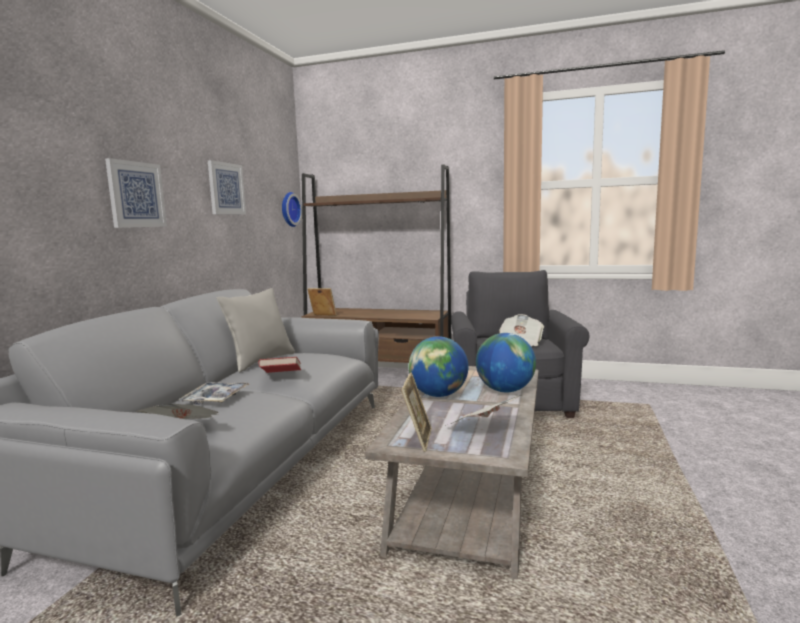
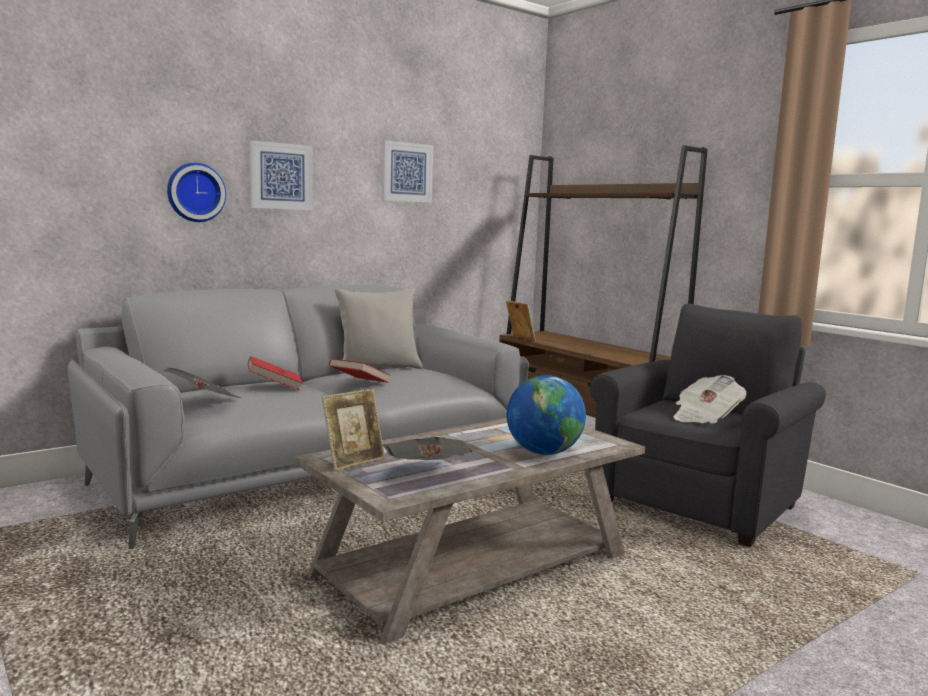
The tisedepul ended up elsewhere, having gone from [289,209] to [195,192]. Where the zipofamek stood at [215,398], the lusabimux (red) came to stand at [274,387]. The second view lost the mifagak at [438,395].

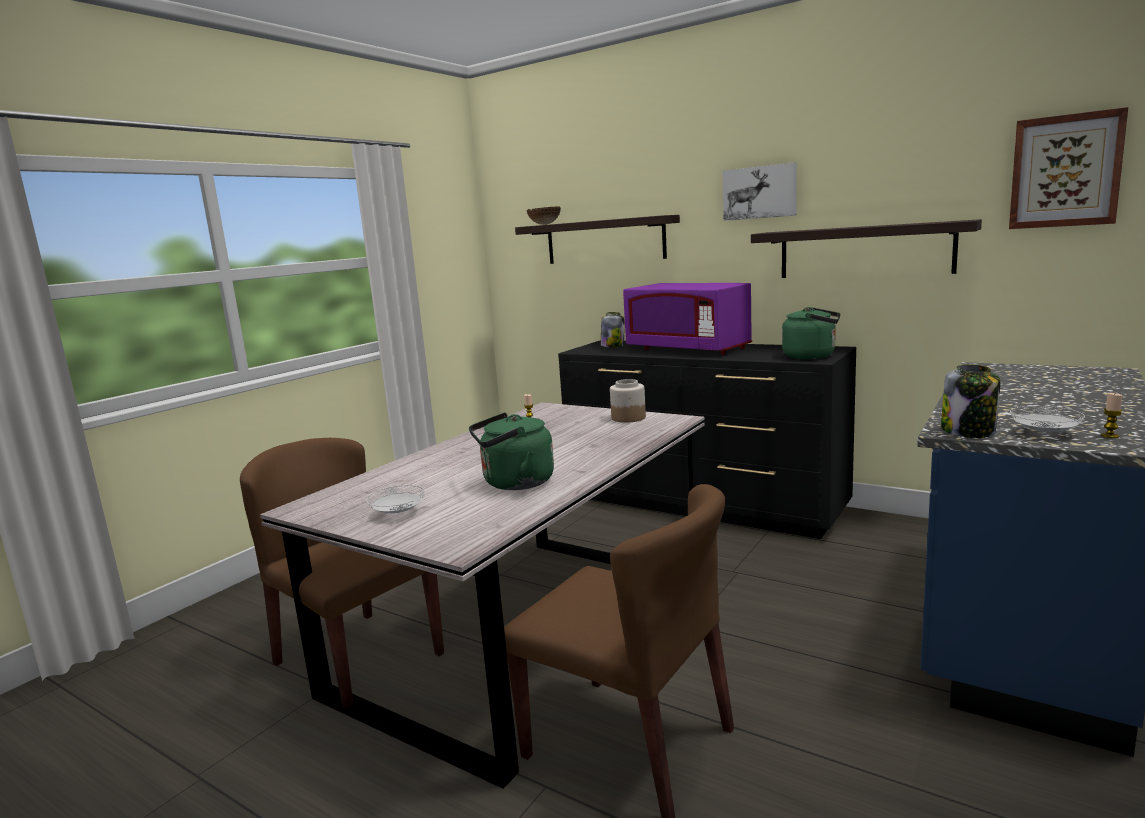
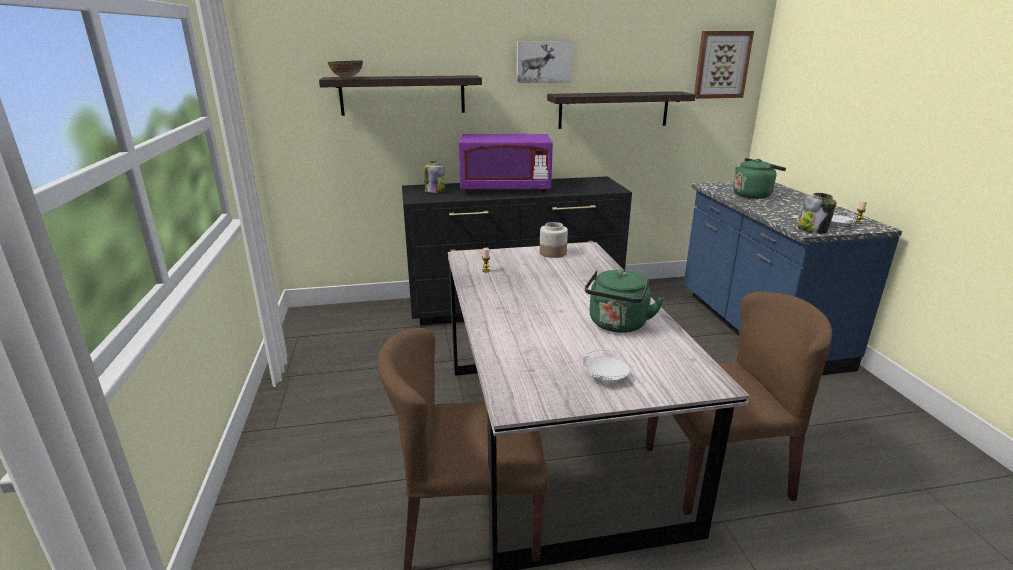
The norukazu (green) ended up elsewhere, having gone from [812,356] to [753,195].

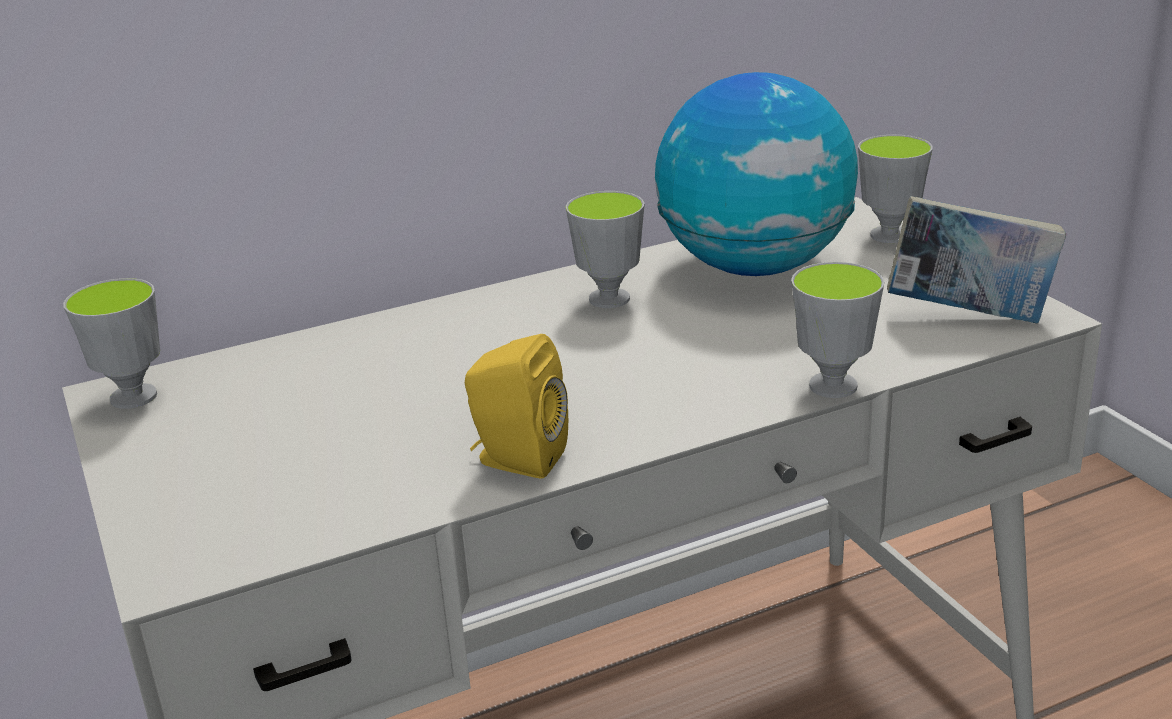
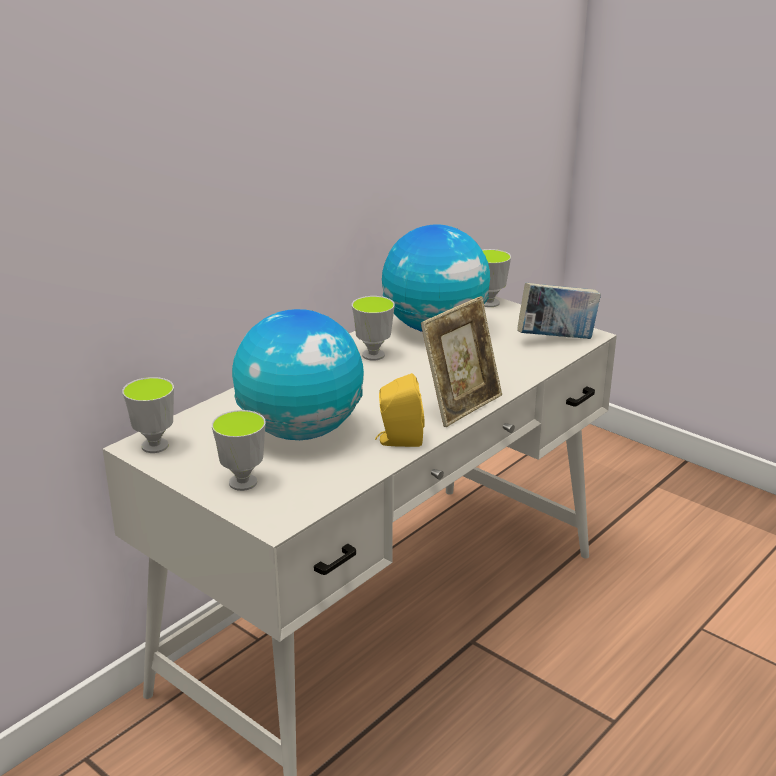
The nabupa ended up elsewhere, having gone from [833,386] to [243,482]. The second view gained the mifagak at [301,431]. The second view gained the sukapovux at [461,405].

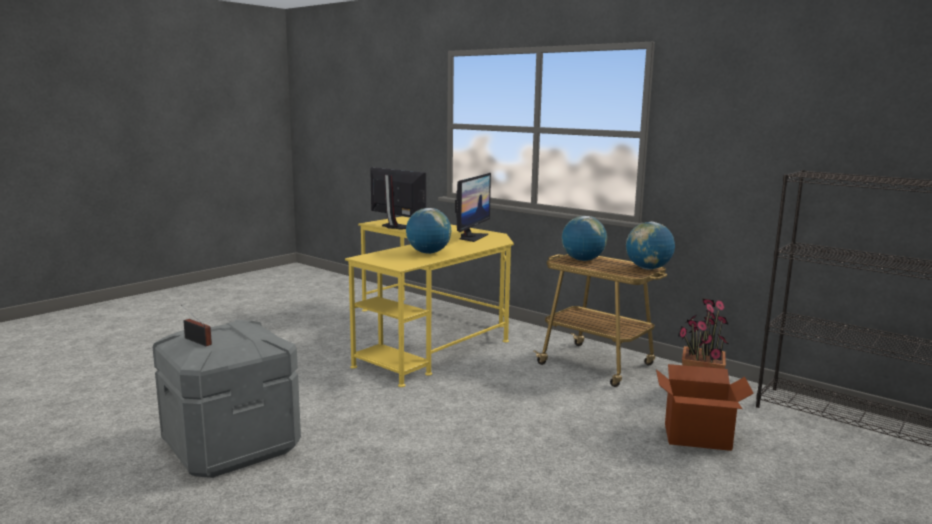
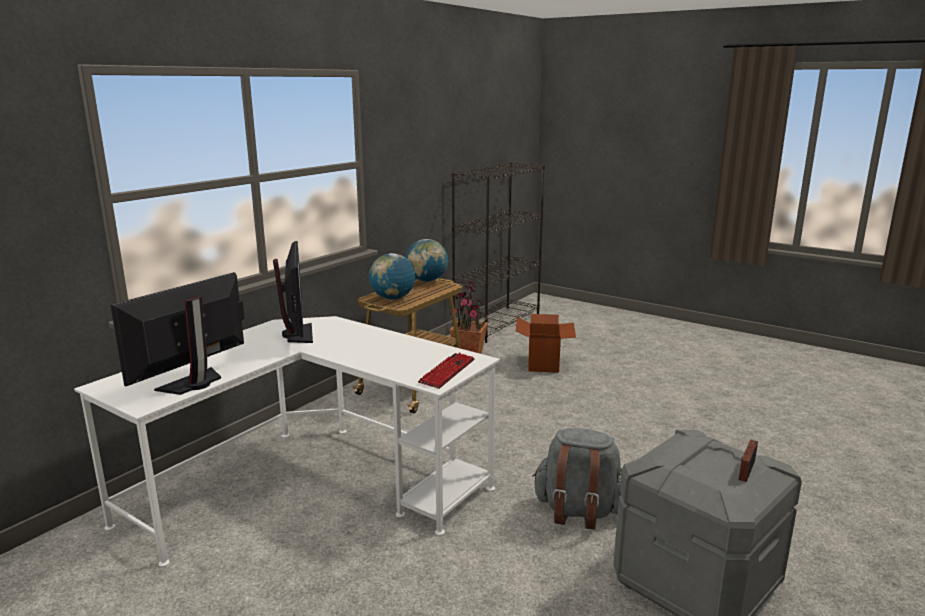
What was the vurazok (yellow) at [431,334] turned into the vurazok (white) at [310,483]. The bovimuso at [471,237] ended up facing another way, 60 degrees clockwise from before. The second view gained the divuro at [447,371]. The second view gained the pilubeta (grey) at [579,511]. The second view lost the mifagak at [428,253].

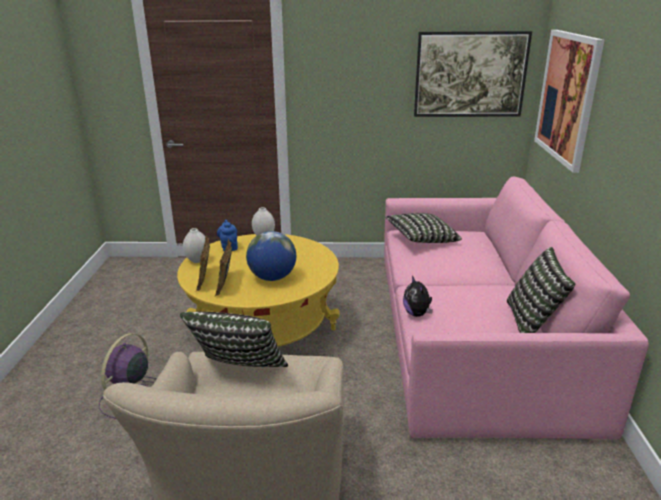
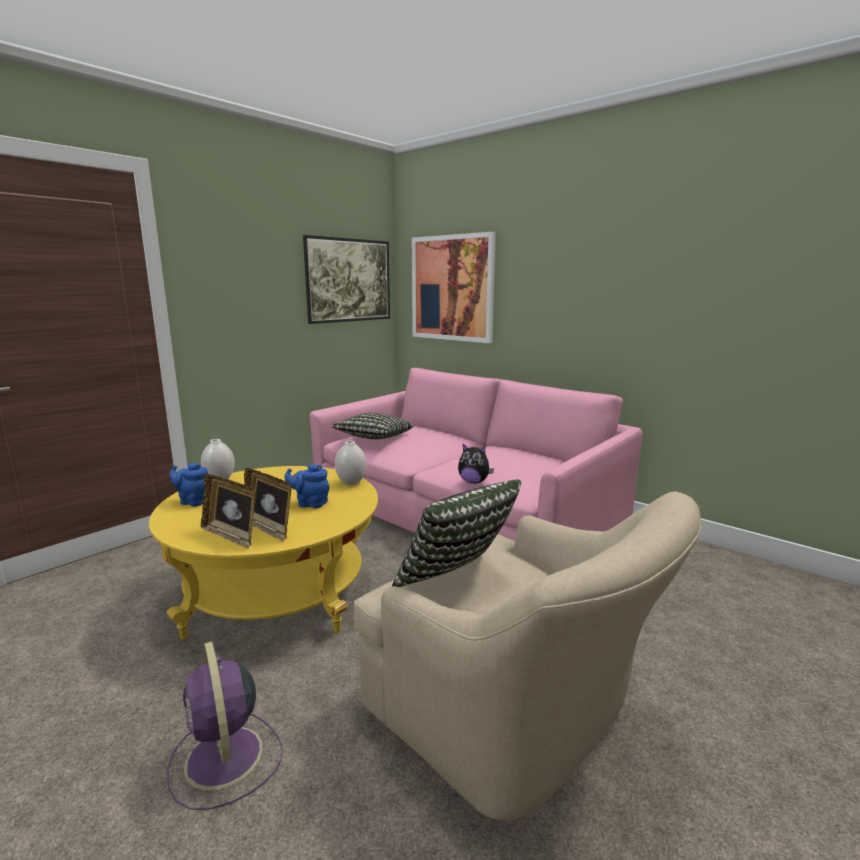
Where the mifagak stood at [272,277], the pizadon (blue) came to stand at [310,503]. The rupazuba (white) ended up elsewhere, having gone from [197,260] to [351,483]. The second view lost the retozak at [533,322].

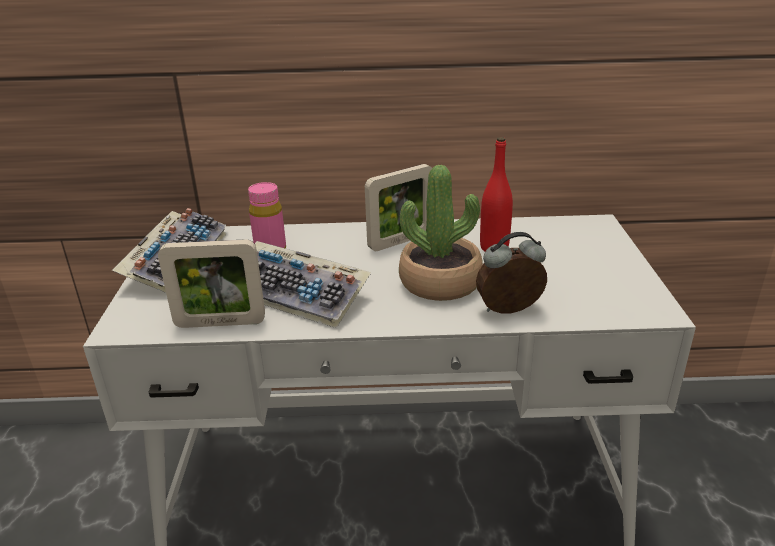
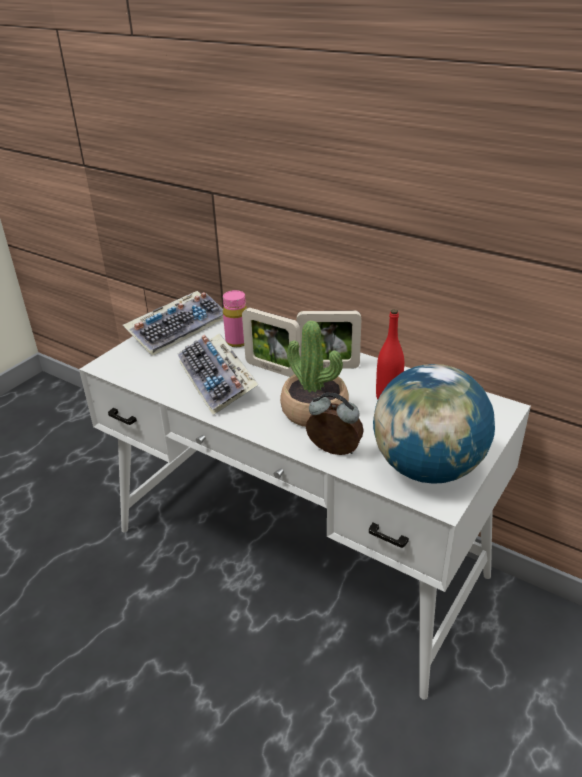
The sukapovux ended up elsewhere, having gone from [220,323] to [272,369]. The second view gained the mifagak at [427,468].

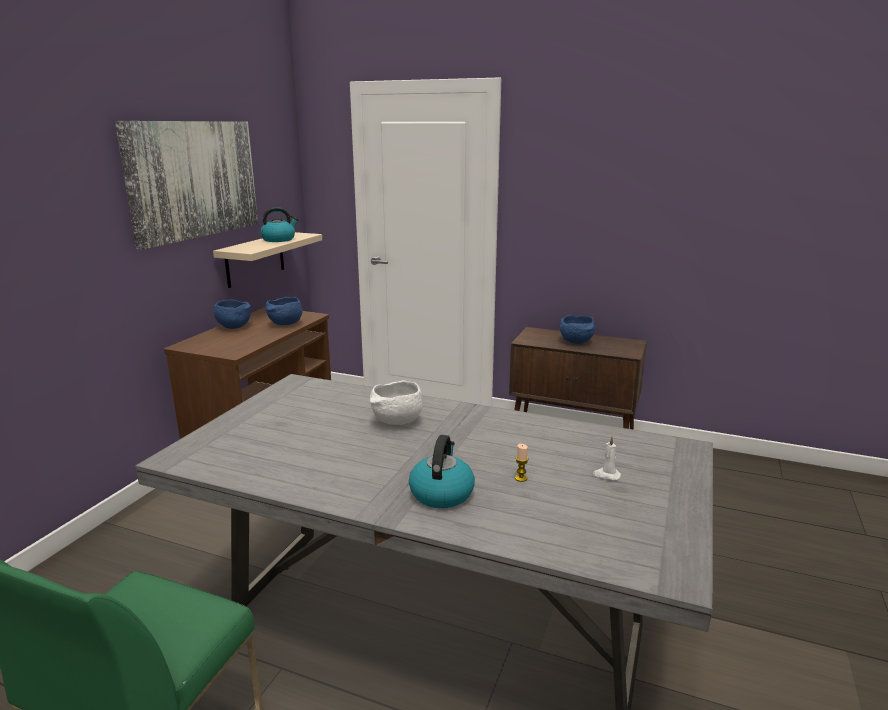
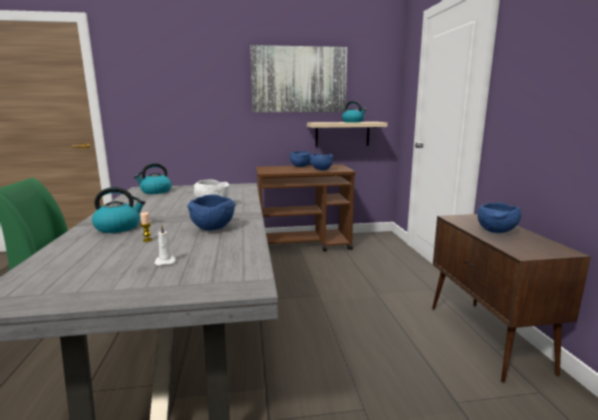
The second view gained the norukazu at [155,191]. The second view gained the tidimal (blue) at [213,228].

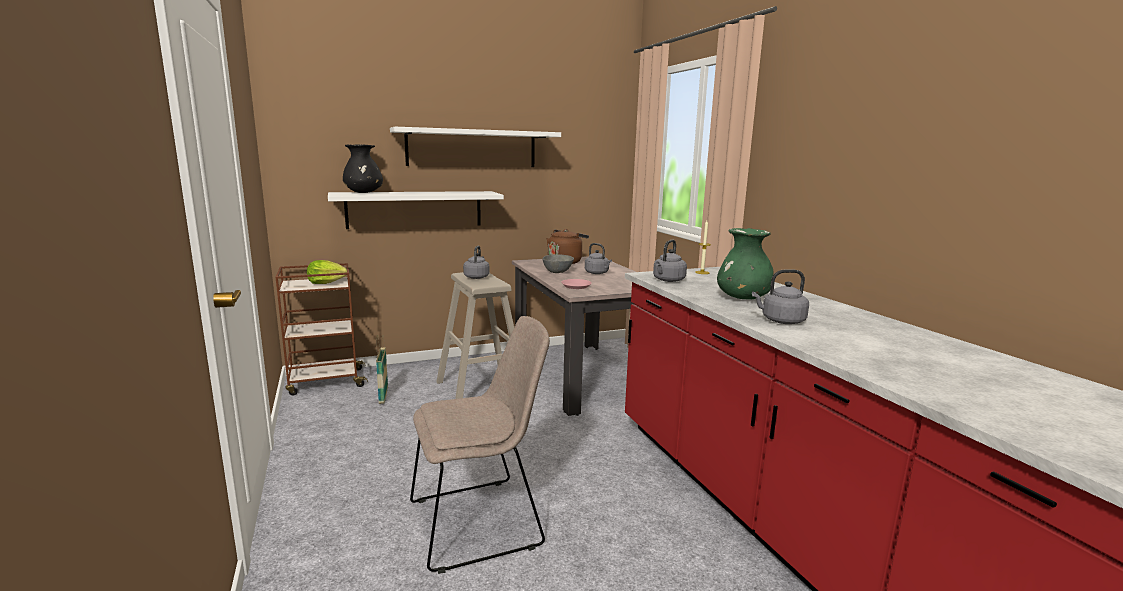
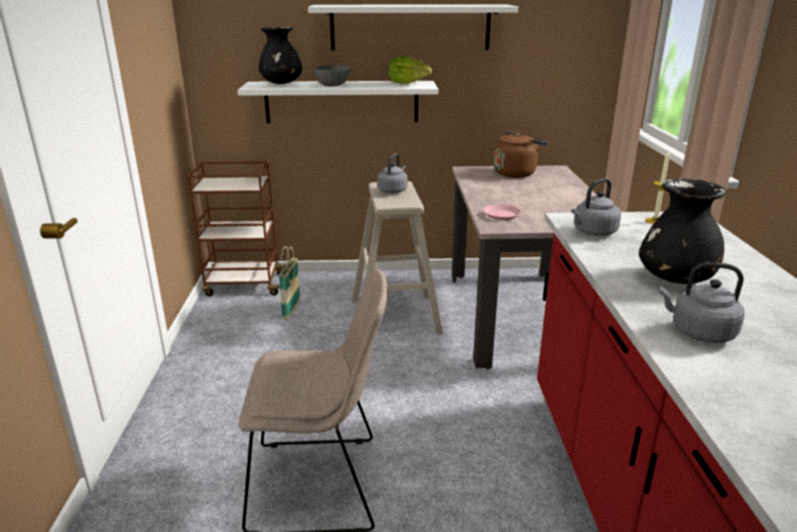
The tidimal (grey) ended up elsewhere, having gone from [558,272] to [333,85]. The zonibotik ended up elsewhere, having gone from [326,282] to [407,82]. What was the rupazuba (green) at [742,298] turned into the rupazuba (black) at [675,279]. The second view lost the norukazu (grey) at [597,273].

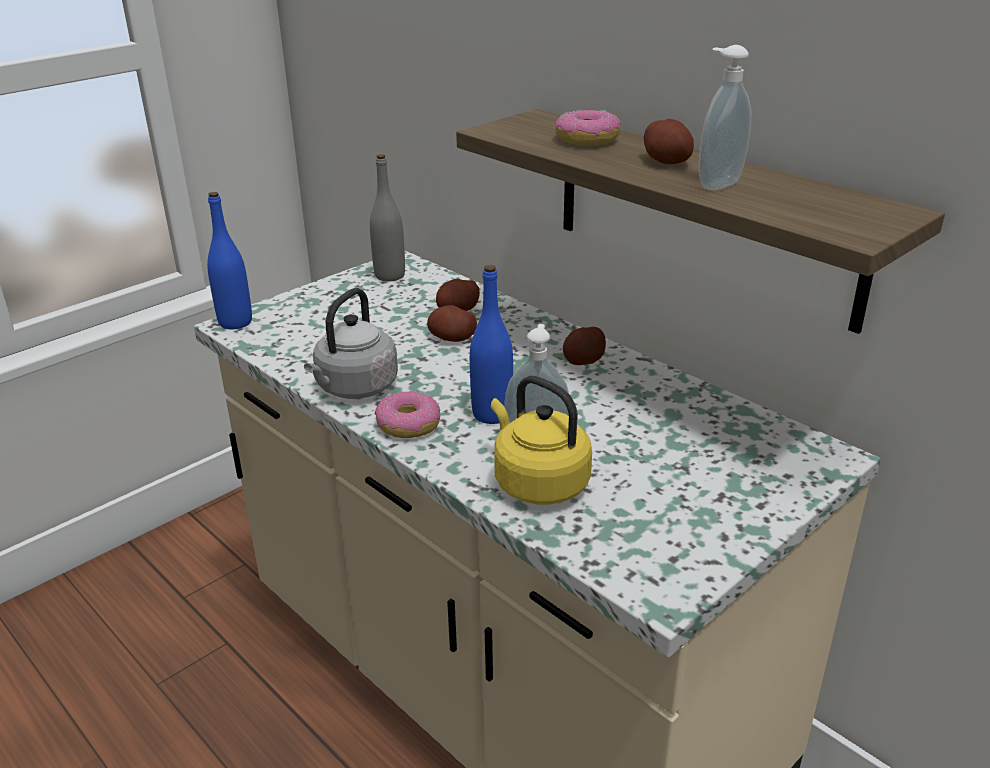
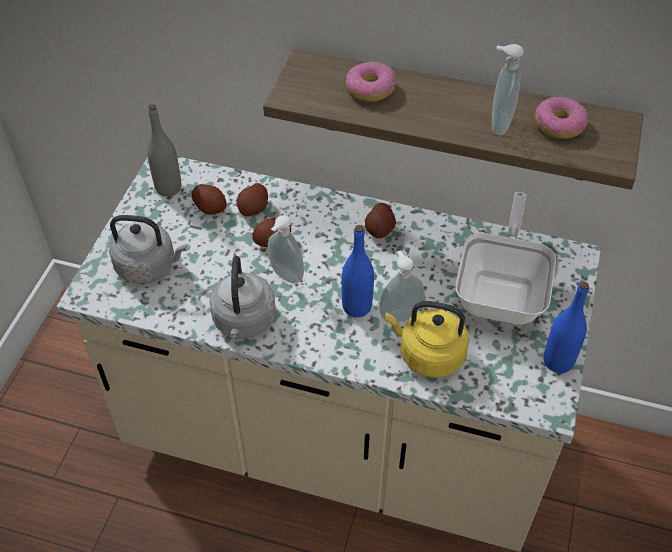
The second view gained the norukazu (grey) at [149,266]. The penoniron ended up elsewhere, having gone from [667,162] to [210,207]. The second view gained the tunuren at [285,276]. The second view gained the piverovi at [502,292]. The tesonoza ended up elsewhere, having gone from [408,425] to [559,125]. The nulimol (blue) ended up elsewhere, having gone from [235,322] to [558,361].

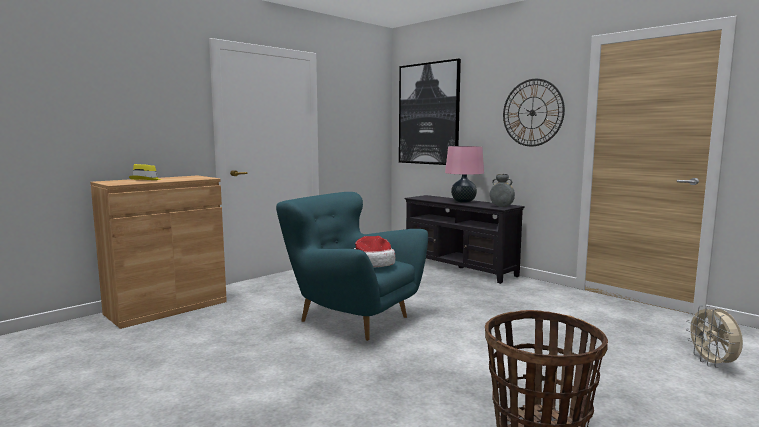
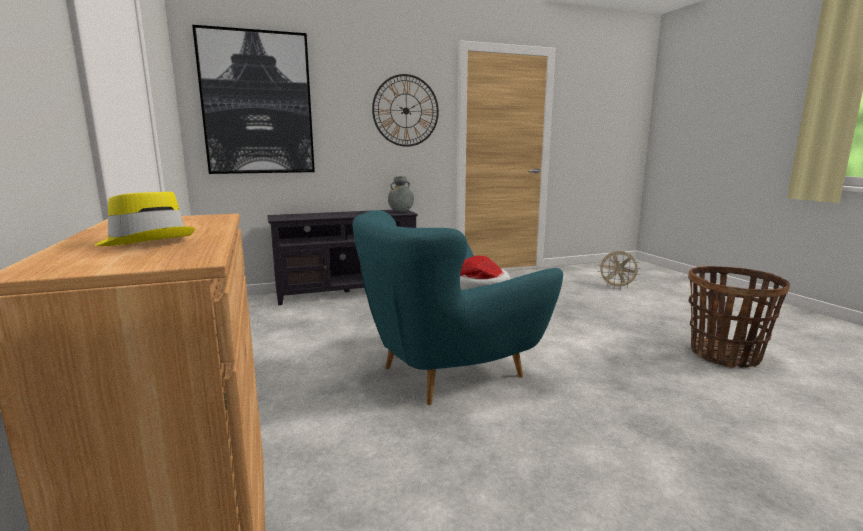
The second view lost the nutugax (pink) at [463,201].

